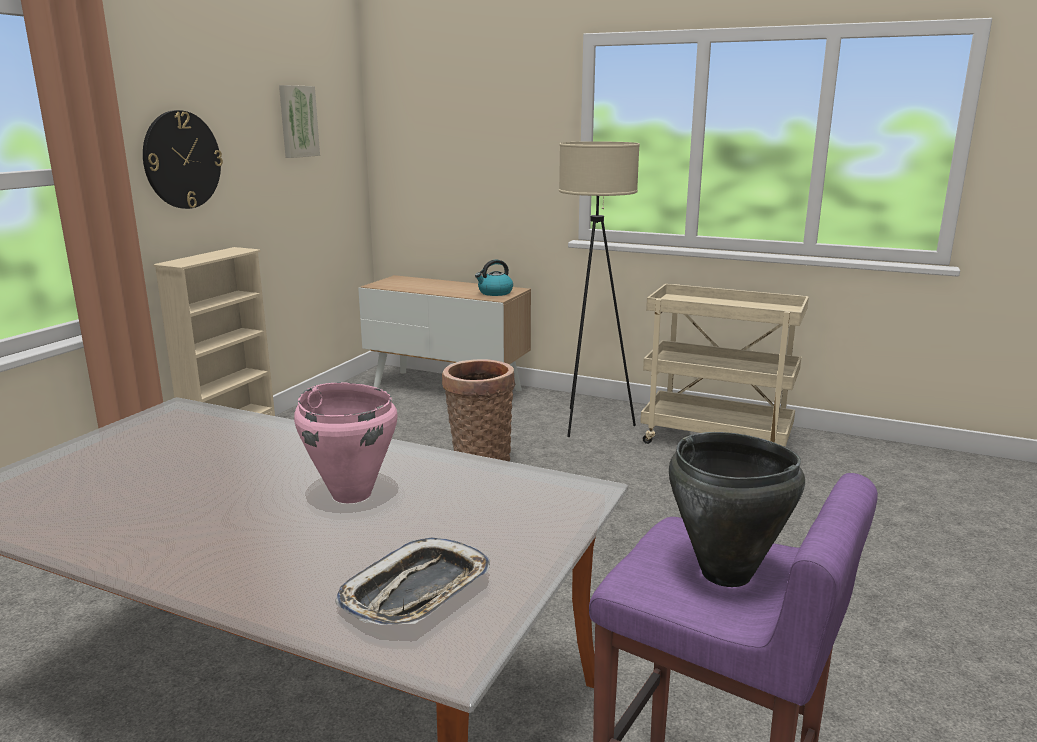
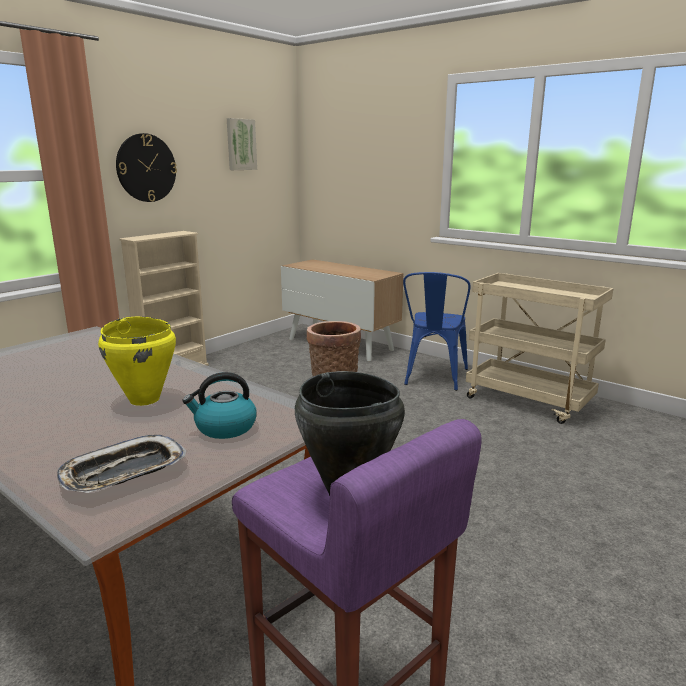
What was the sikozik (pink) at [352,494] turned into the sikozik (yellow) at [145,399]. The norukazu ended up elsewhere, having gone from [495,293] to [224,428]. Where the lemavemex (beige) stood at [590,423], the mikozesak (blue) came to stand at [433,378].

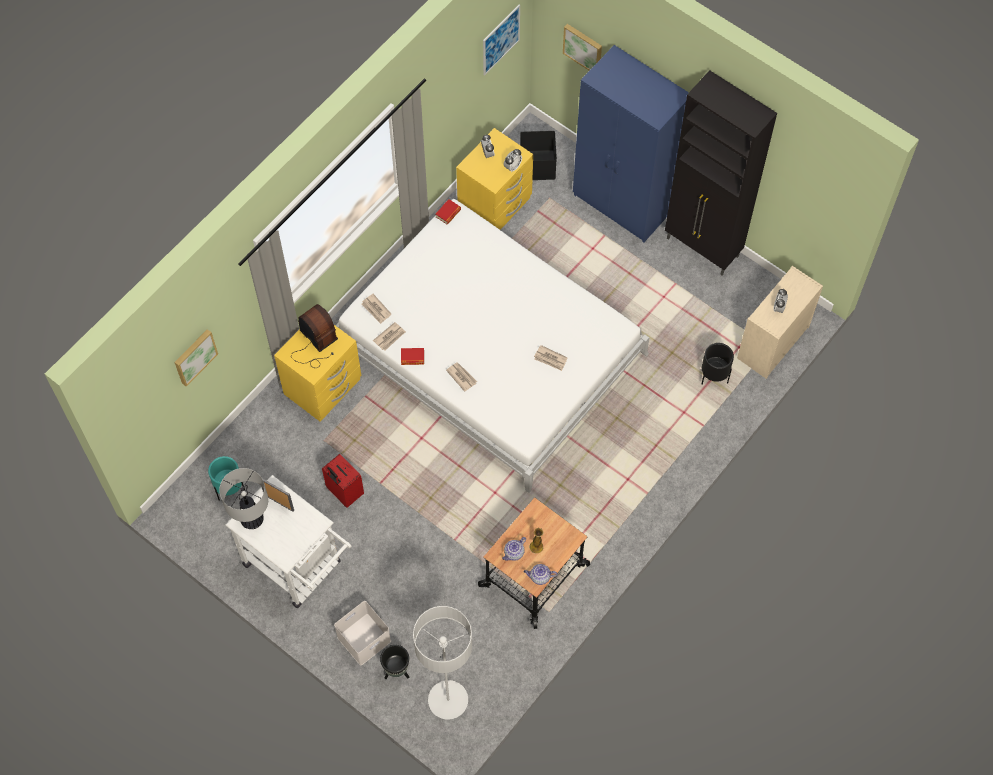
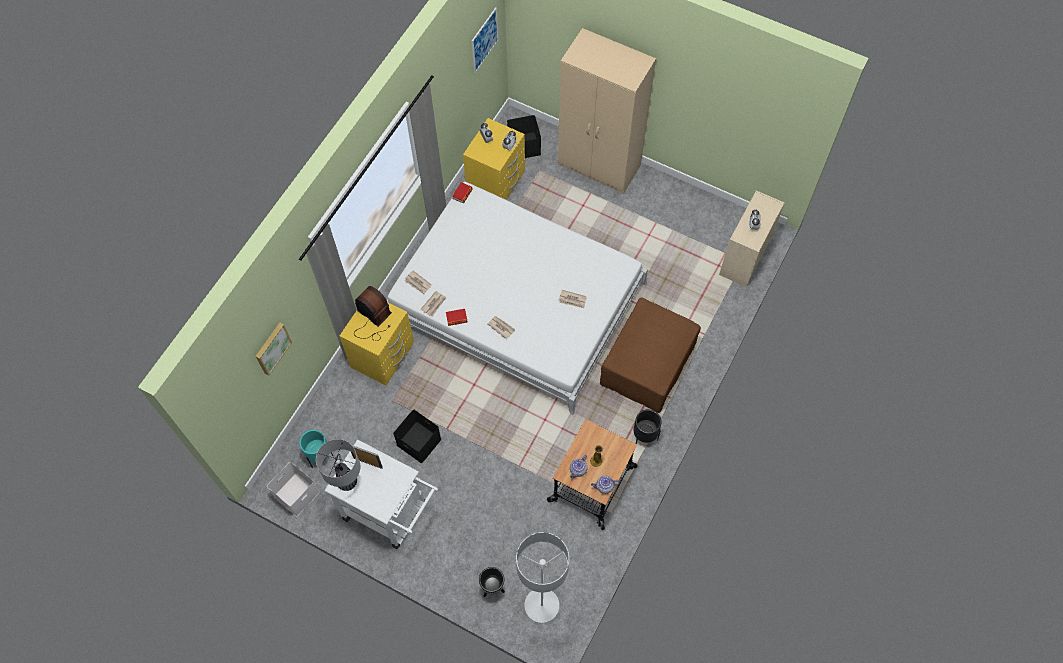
The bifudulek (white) ended up elsewhere, having gone from [364,638] to [296,493]. Where the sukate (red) stood at [344,492], the bifudulek (black) came to stand at [418,442]. What was the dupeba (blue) at [622,204] turned into the dupeba (beige) at [599,166]. The second view gained the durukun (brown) at [647,364]. The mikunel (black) ended up elsewhere, having gone from [713,377] to [644,436]. The second view lost the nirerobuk at [583,48]. The second view lost the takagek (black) at [703,248].

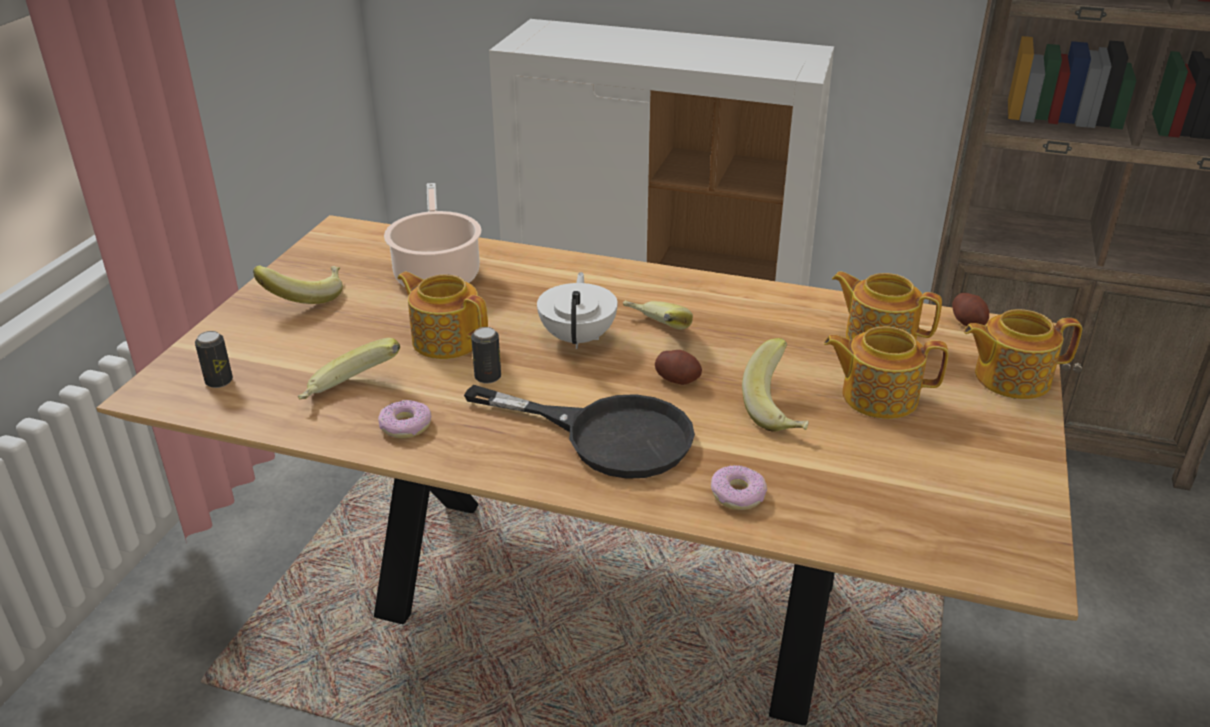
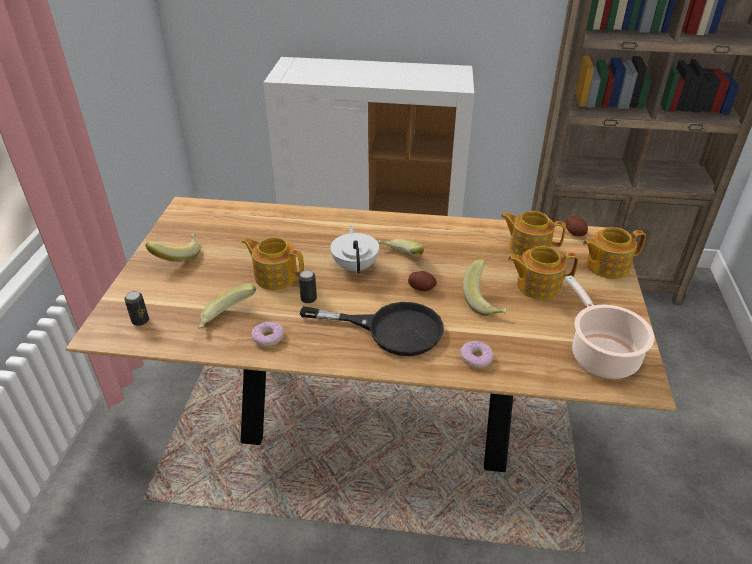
The sikozik ended up elsewhere, having gone from [437,274] to [601,354].

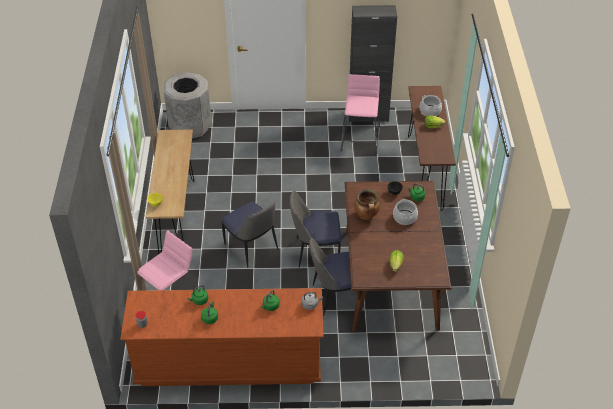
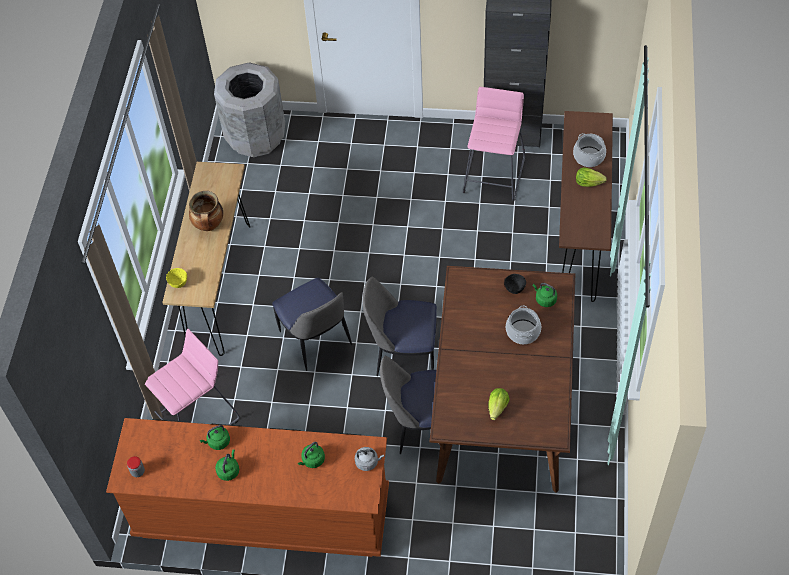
The sikozik ended up elsewhere, having gone from [366,216] to [209,225].

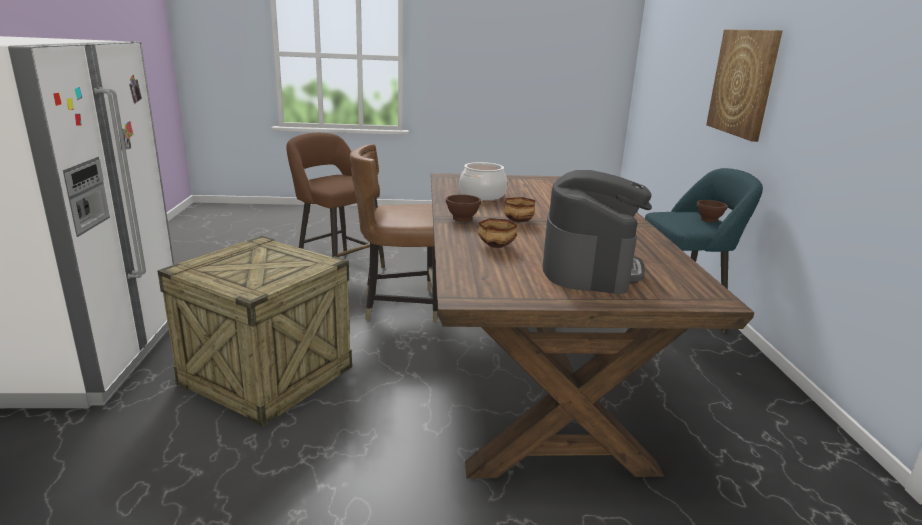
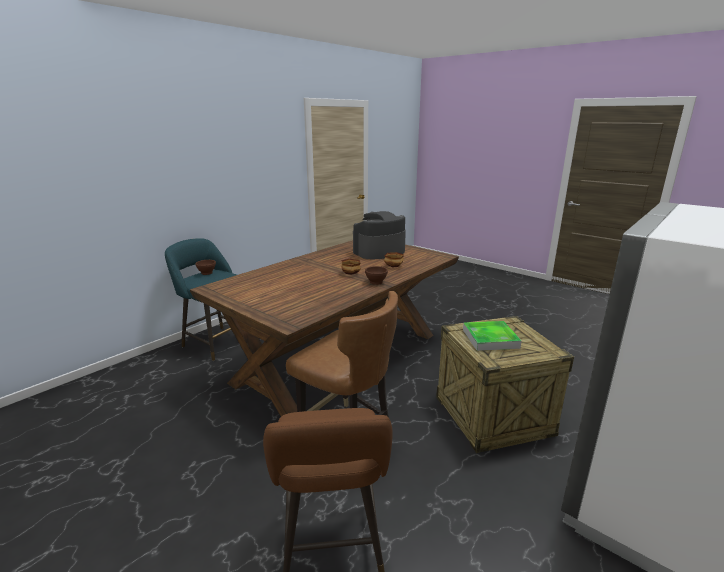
The second view gained the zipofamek at [490,338]. The second view lost the sikozik at [482,195]. The second view lost the nirerobuk at [743,83].

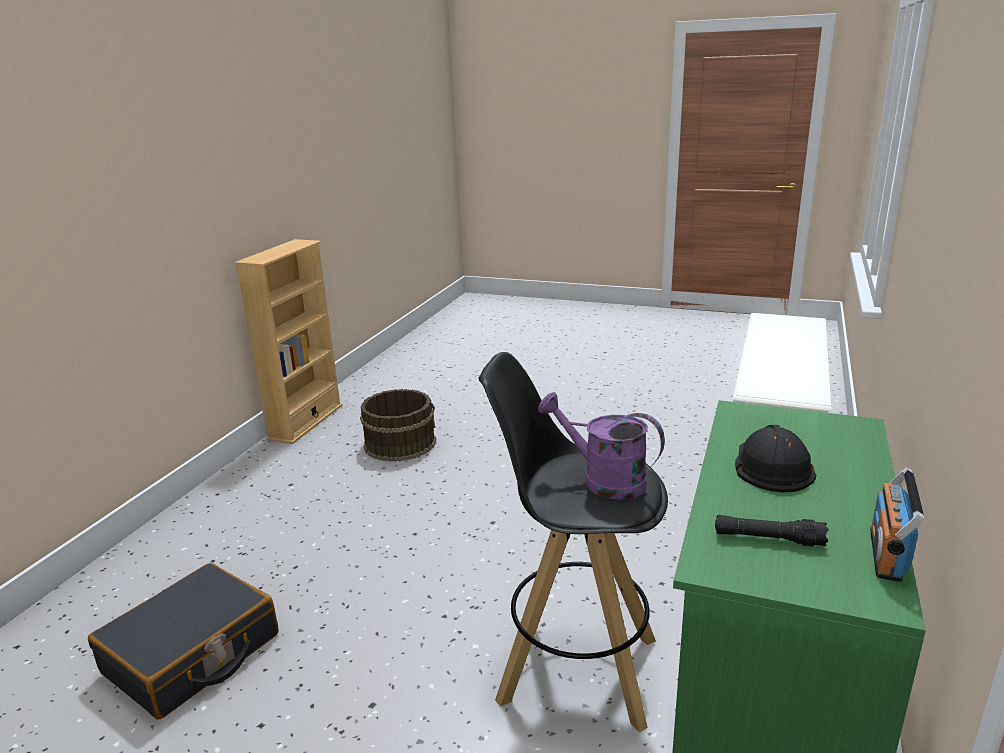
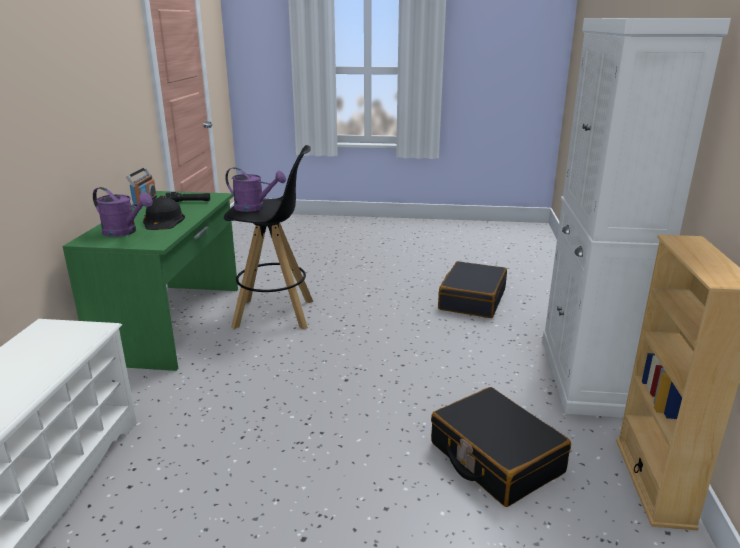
The second view gained the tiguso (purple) at [125,232]. Where the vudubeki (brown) stood at [400,443], the sukate (black) came to stand at [495,458]. The second view gained the takagek (white) at [586,375].

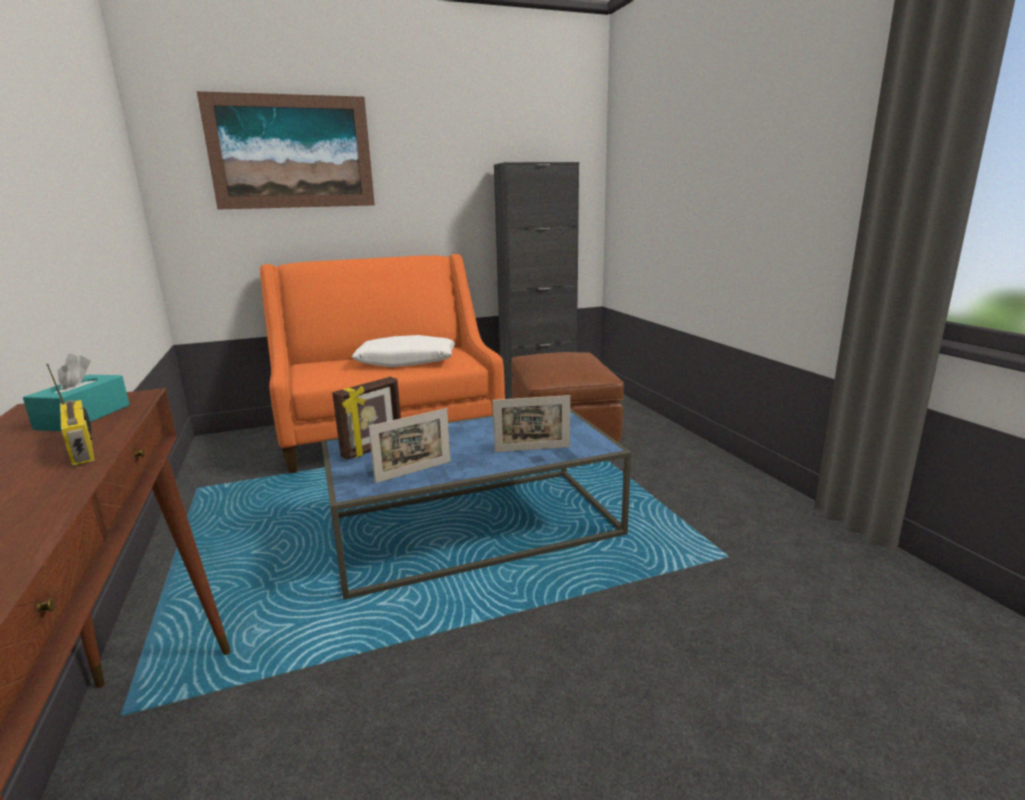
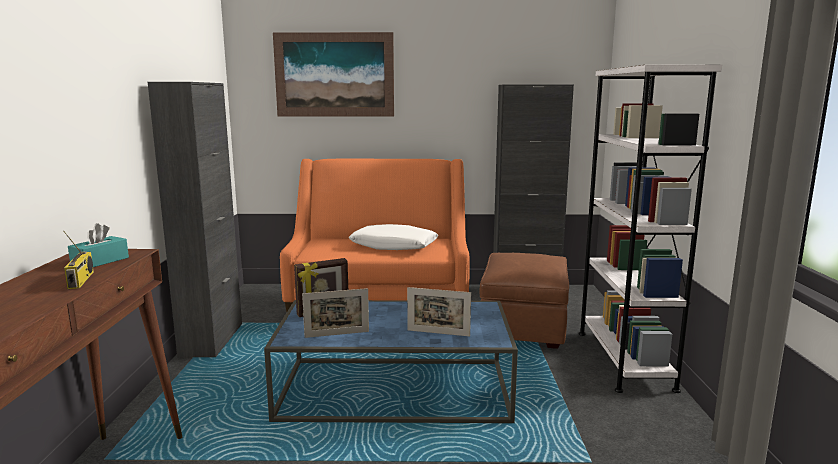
The second view gained the takagek (black) at [212,340]. The second view gained the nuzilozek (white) at [624,359].

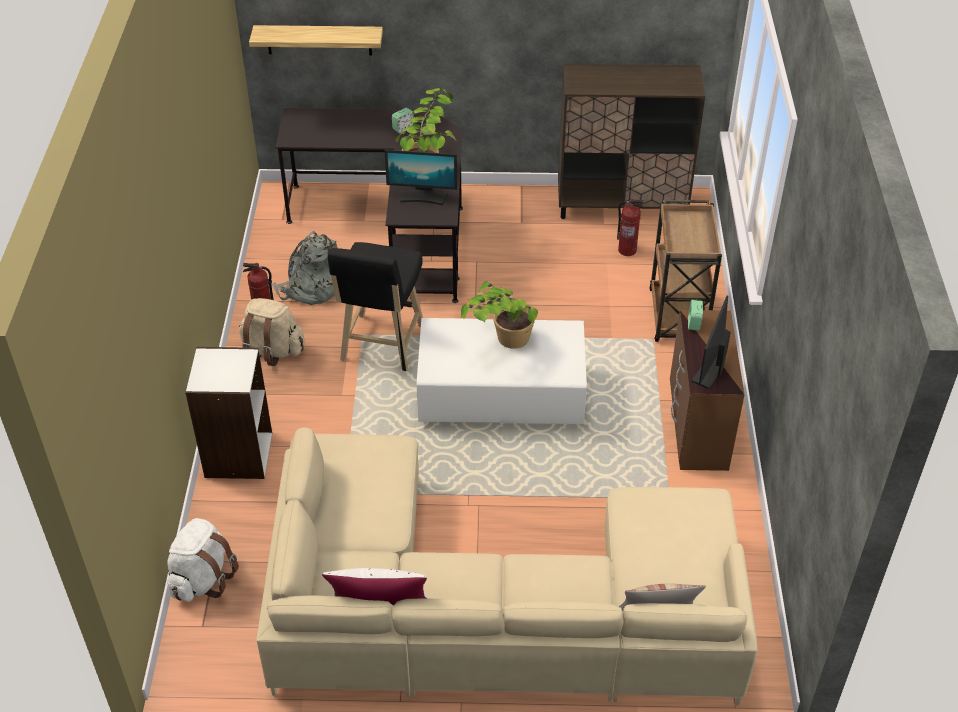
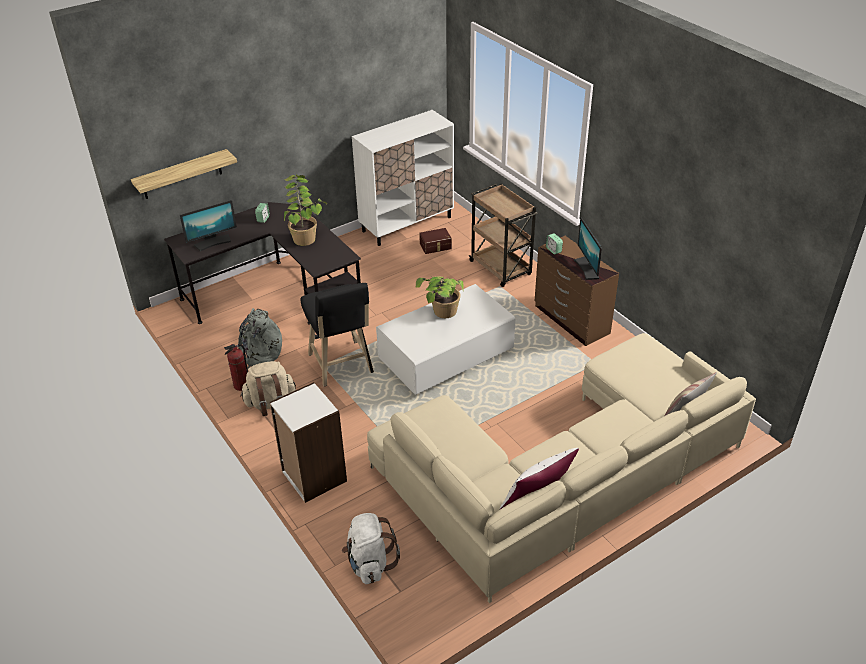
The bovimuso ended up elsewhere, having gone from [422,197] to [212,242]. What was the takagek (brown) at [622,205] turned into the takagek (white) at [407,224]. Where the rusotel stood at [627,250], the bifudulek (brown) came to stand at [435,246].

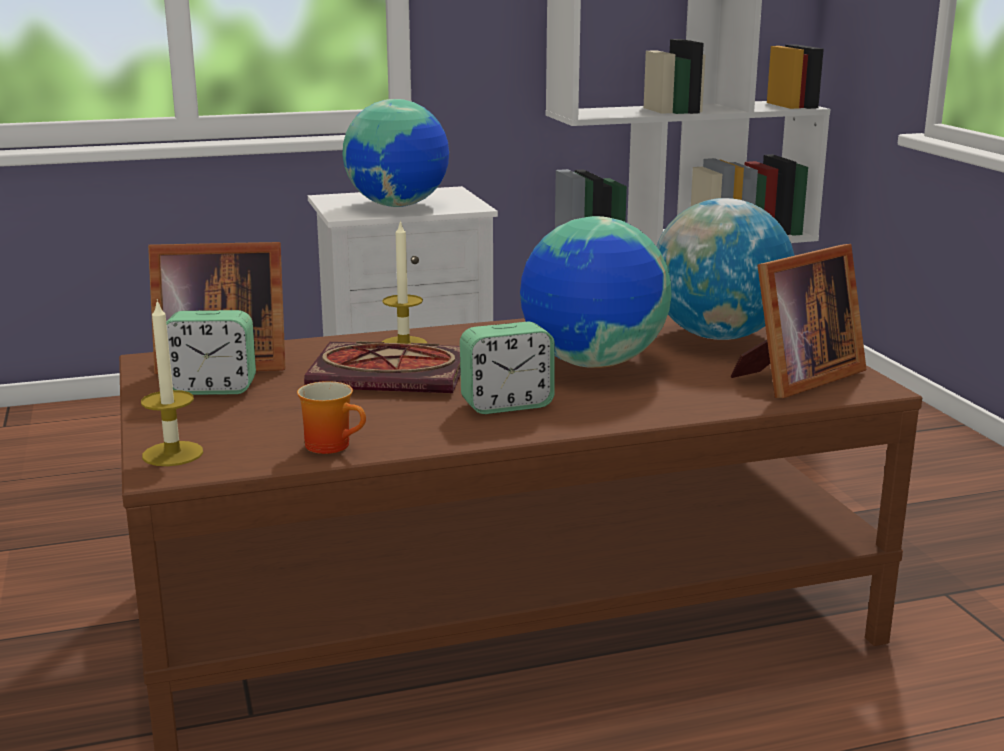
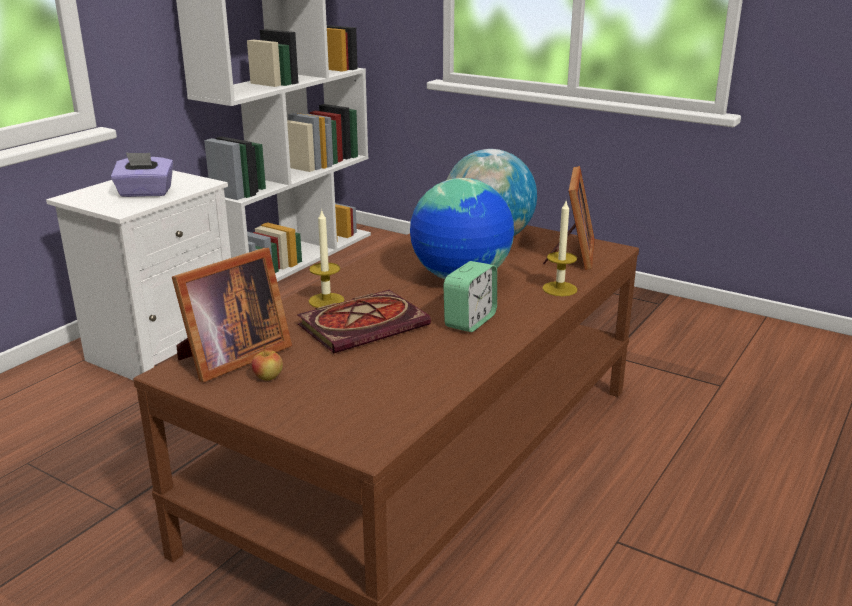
Where the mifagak stood at [398,205], the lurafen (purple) came to stand at [145,193]. Where the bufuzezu stood at [212,388], the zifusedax came to stand at [268,377]. The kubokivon ended up elsewhere, having gone from [172,454] to [559,289]. The second view lost the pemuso at [334,445].

